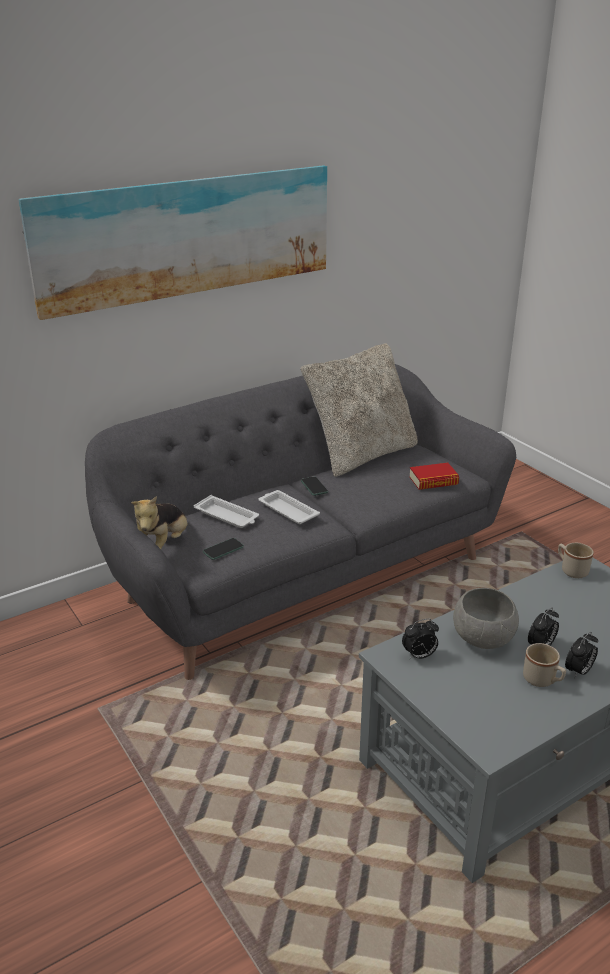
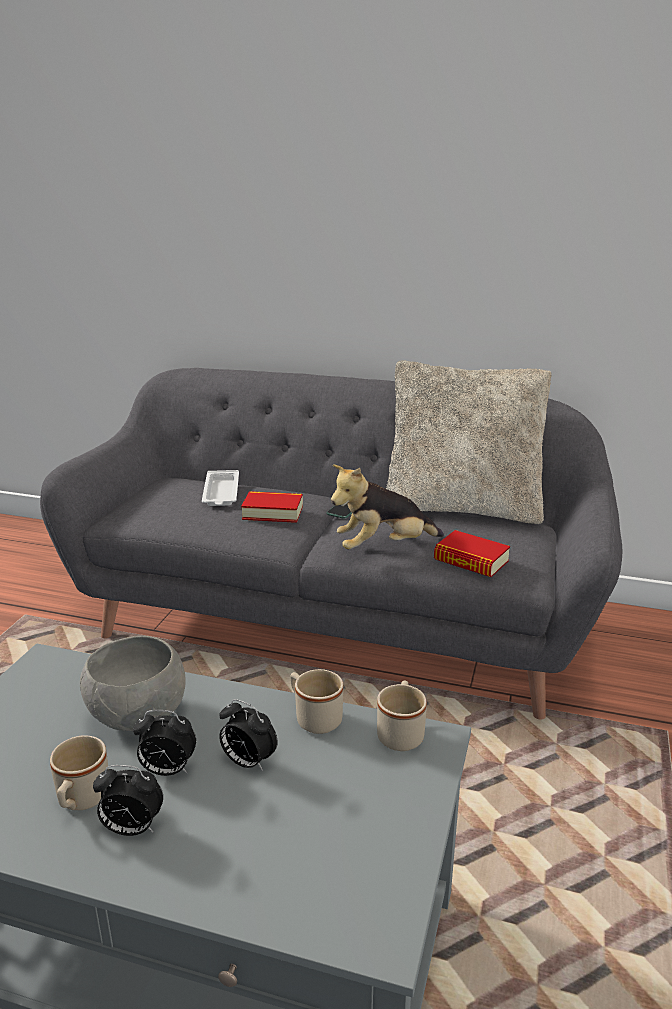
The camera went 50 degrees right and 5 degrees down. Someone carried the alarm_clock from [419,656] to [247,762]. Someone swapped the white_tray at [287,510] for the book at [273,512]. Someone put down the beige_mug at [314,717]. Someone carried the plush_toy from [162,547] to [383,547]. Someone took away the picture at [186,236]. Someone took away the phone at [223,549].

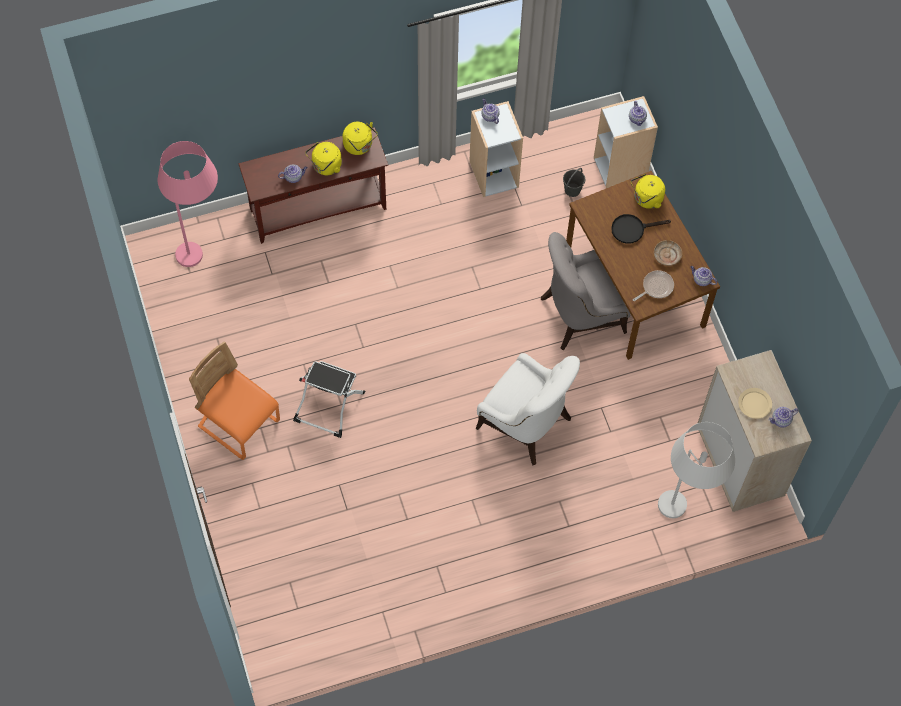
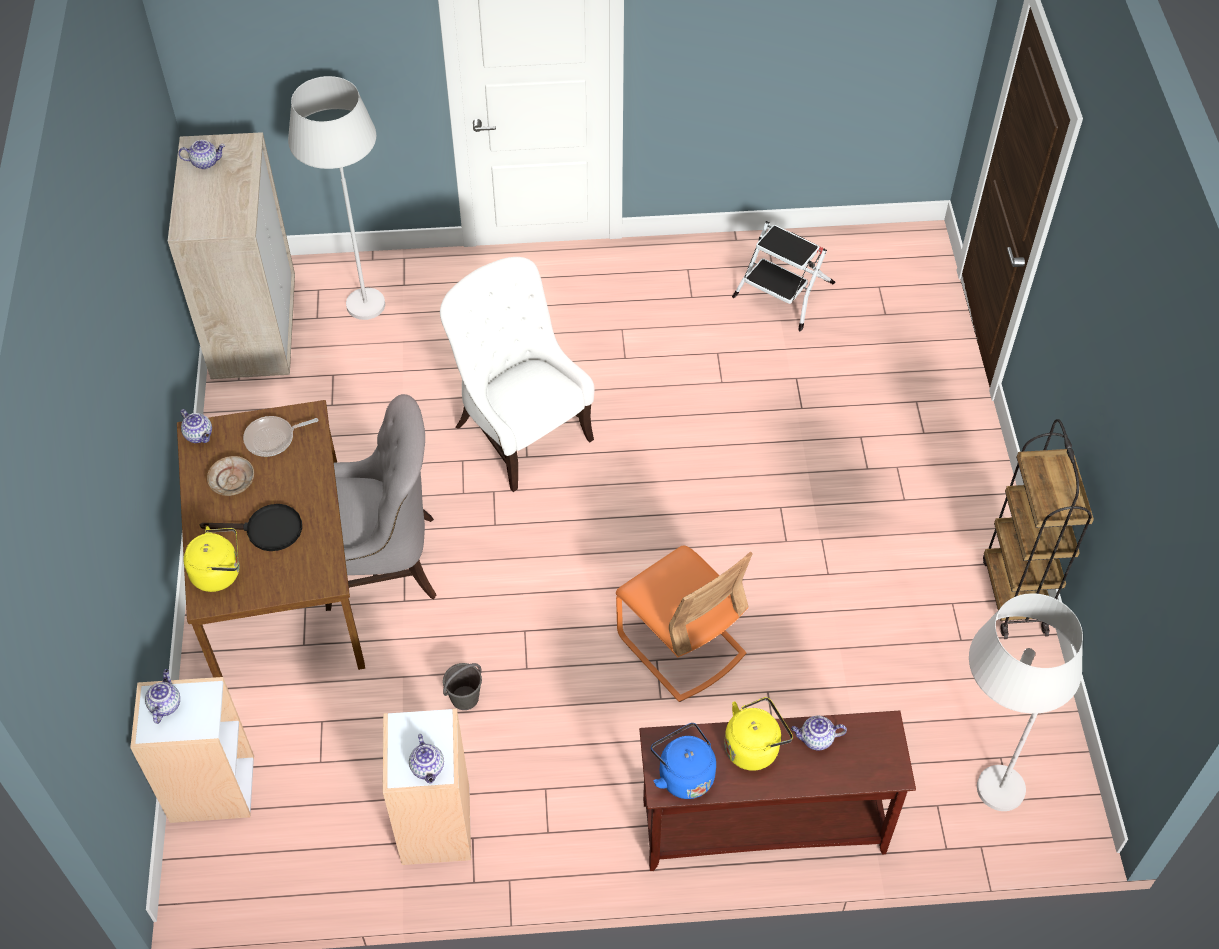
The camera went 165 degrees left and 10 degrees down. Someone carried the grey_bucket from [572,190] to [464,698]. Someone carried the orange_chair from [239,424] to [681,645]. Someone repainted the yellow_kettle at [359,146], which became the blue_kettle at [683,774]. Someone carried the step_ladder from [328,403] to [784,292]. Someone repainted the pink_floor_lamp at [204,253], which became the white_floor_lamp at [973,787]. Someone put down the brown_cart at [1014,595]. Someone took away the beige_plate at [754,403].

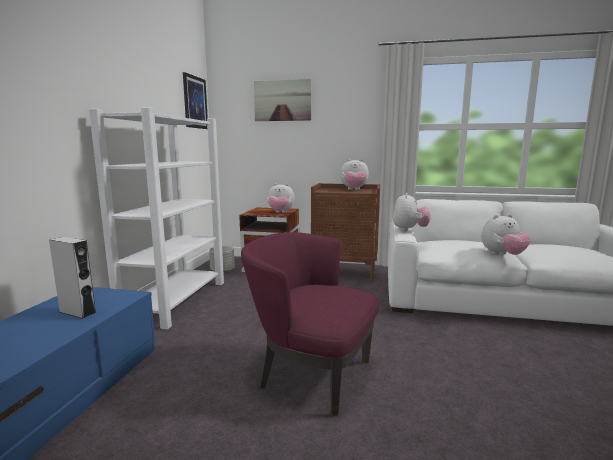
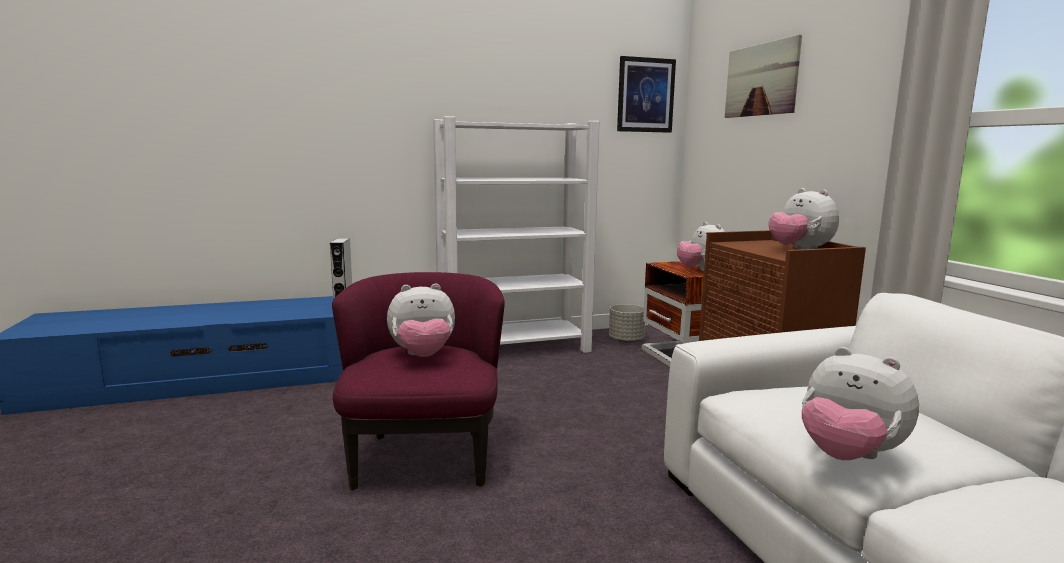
The camera went 60 degrees right and 0 degrees up. Someone carried the plush_toy from [409,230] to [423,356].

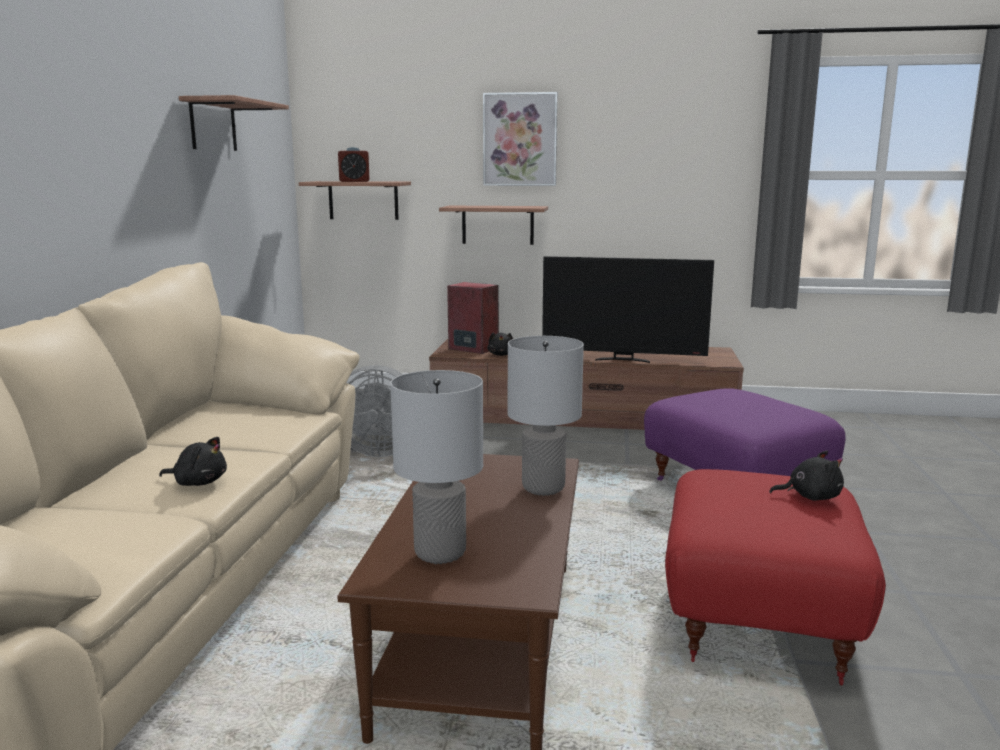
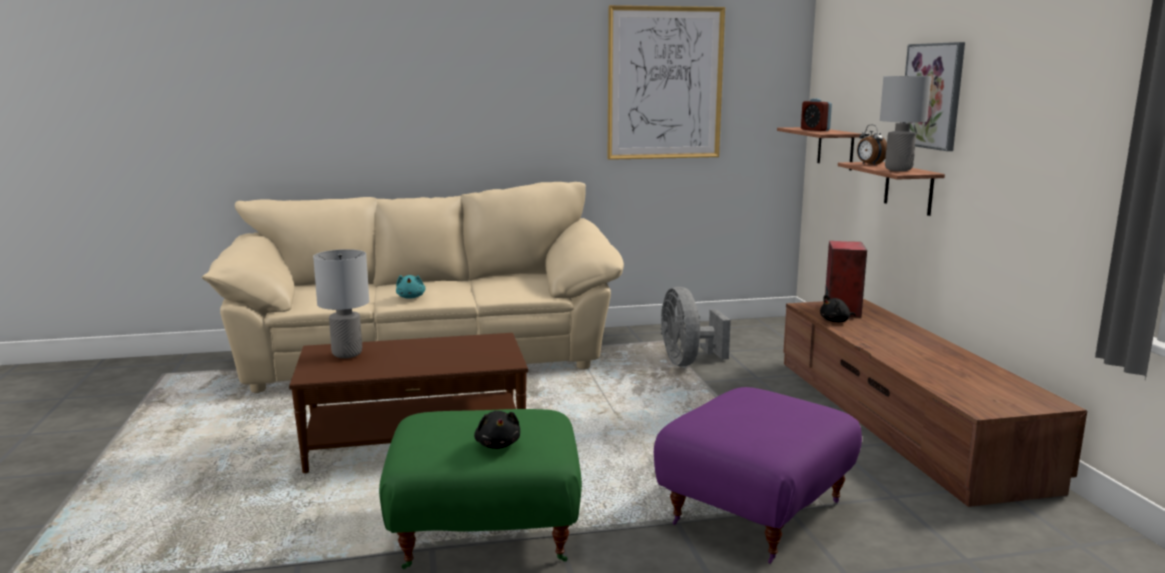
The camera went 70 degrees right and 0 degrees up. Someone repainted the red_ottoman at [756,620], which became the green_ottoman at [486,532]. Someone repainted the black_plush_toy at [198,482], which became the turquoise_plush_toy at [411,297]. Someone swapped the shelf at [213,125] for the picture at [665,83]. Someone put down the alarm_clock at [869,164]. Someone carried the grey_table_lamp from [543,490] to [898,170]. Someone took away the television at [623,360].

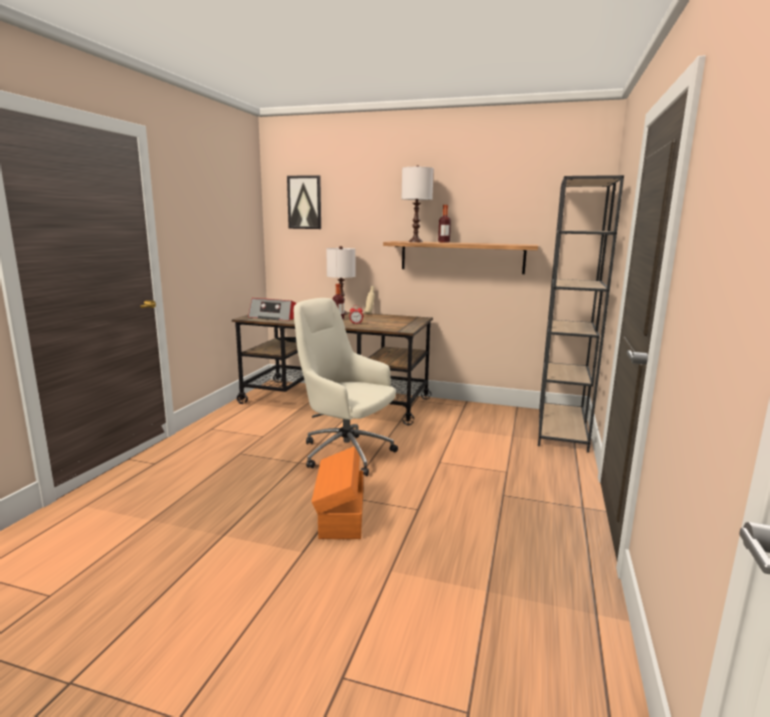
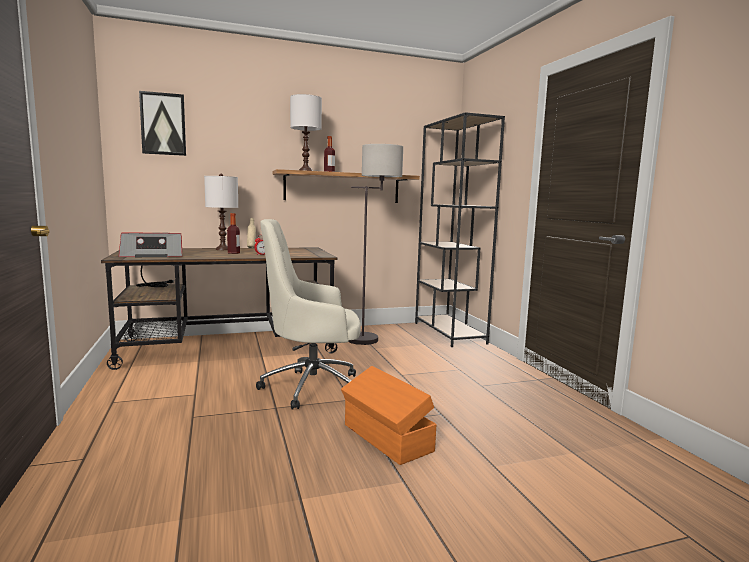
The camera went 35 degrees left and 5 degrees down. Someone put down the grey_floor_lamp at [372,340].

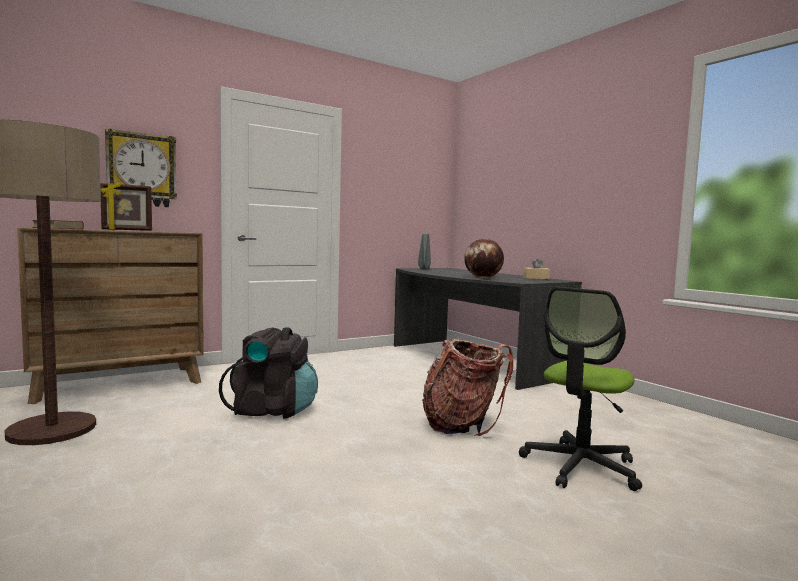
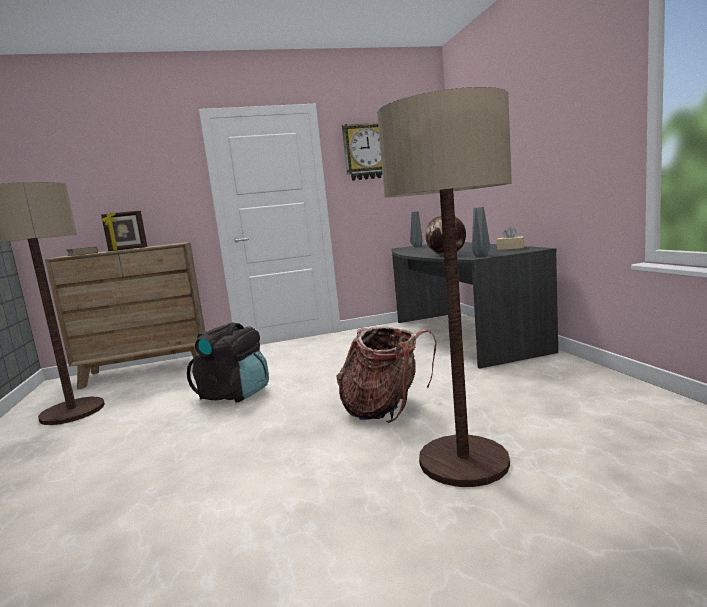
The camera went 20 degrees right and 5 degrees up. Someone carried the wall_clock from [141,170] to [366,152]. Someone swapped the office_chair at [580,467] for the floor_lamp at [463,461]. Someone put down the grey_vase at [480,256].

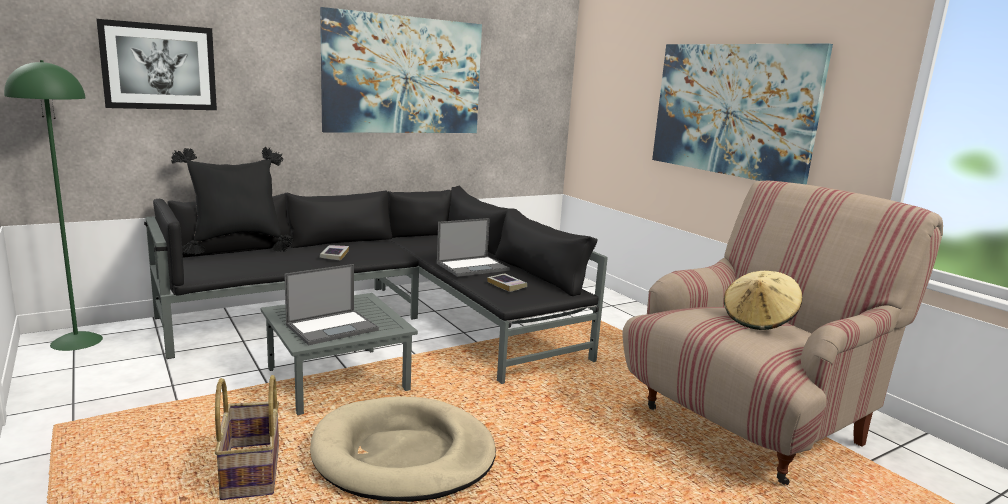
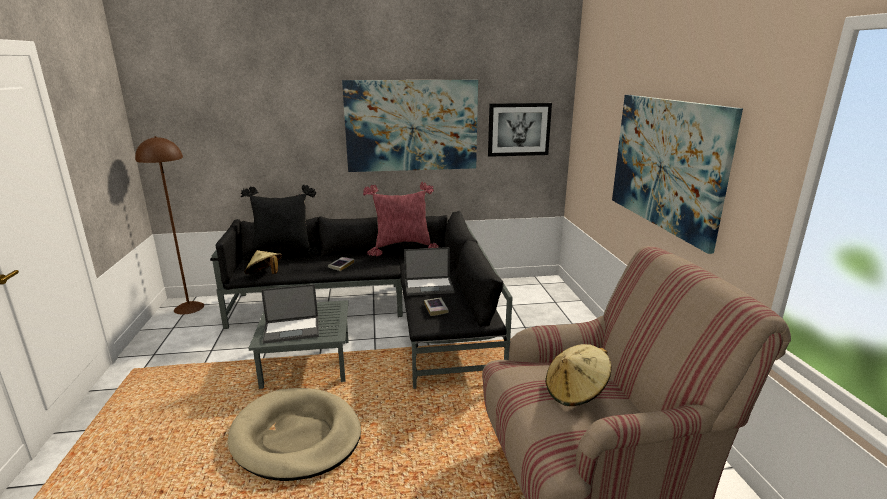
The camera went 25 degrees right and 5 degrees up. Someone repainted the green_floor_lamp at [76,341], which became the brown_floor_lamp at [188,308]. Someone put down the beige_hat at [265,275]. Someone put down the red_pillow at [402,252]. Someone carried the picture from [159,67] to [519,129]. Someone took away the basket at [249,471].

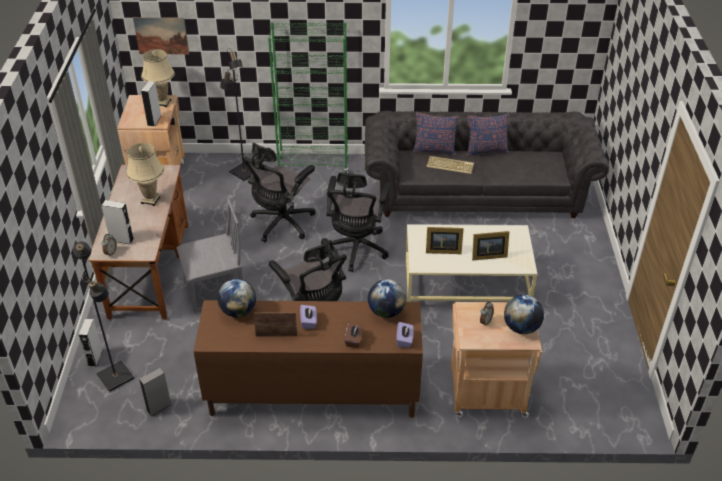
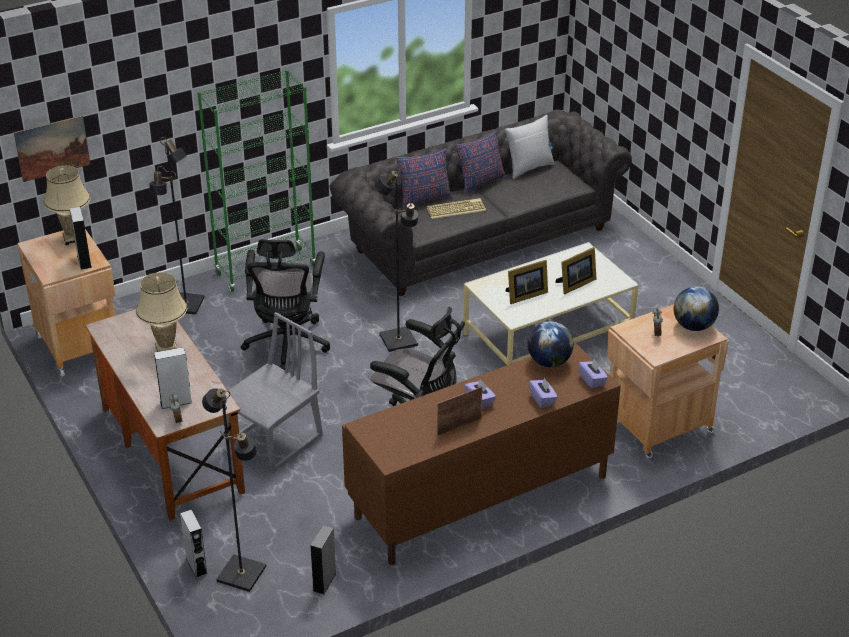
The camera went 30 degrees left and 5 degrees down. Someone swapped the office_chair at [356,249] for the black_floor_lamp at [398,340]. Someone put down the grey_pillow at [529,168]. Someone repainted the brown_tissue_box at [354,340], which became the purple_tissue_box at [542,399]. Someone took away the globe at [238,311].

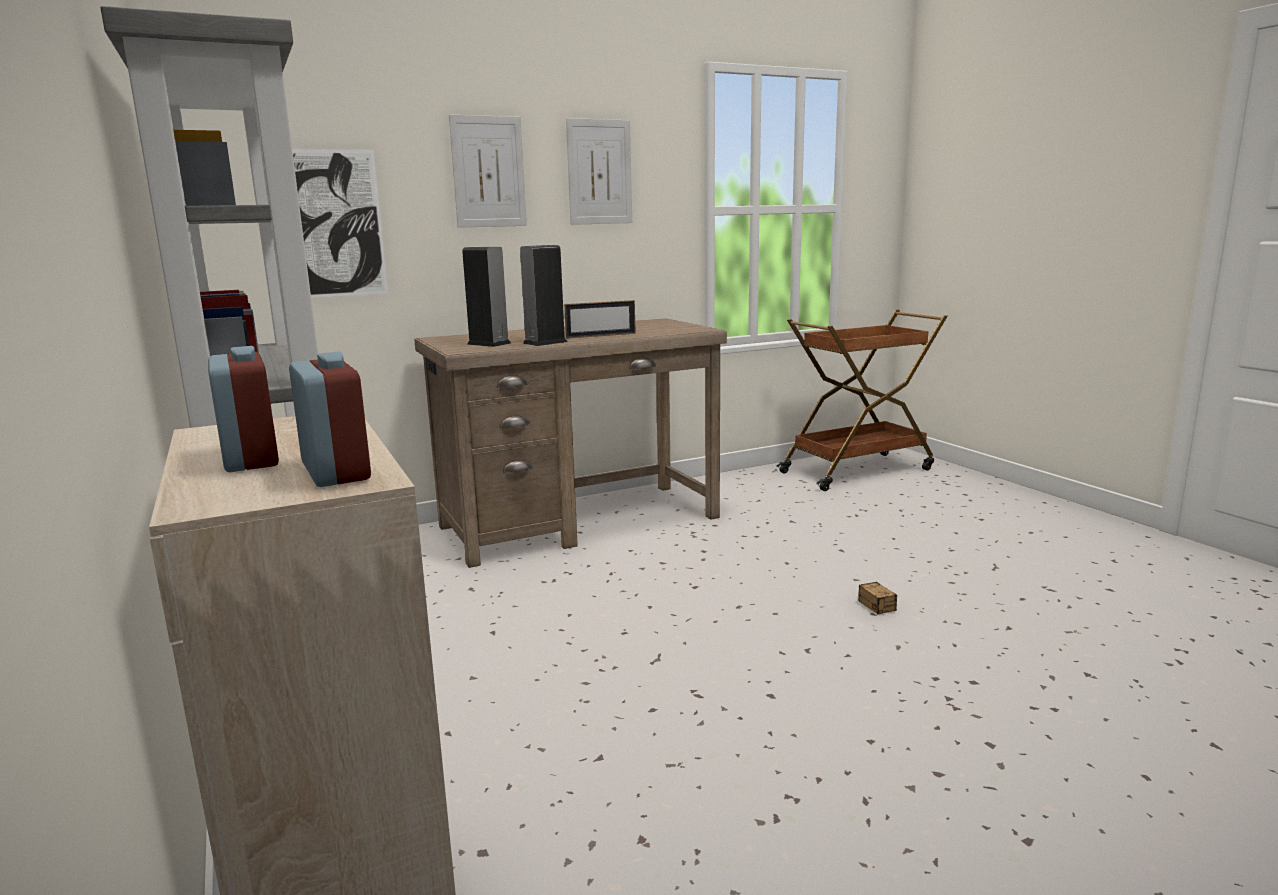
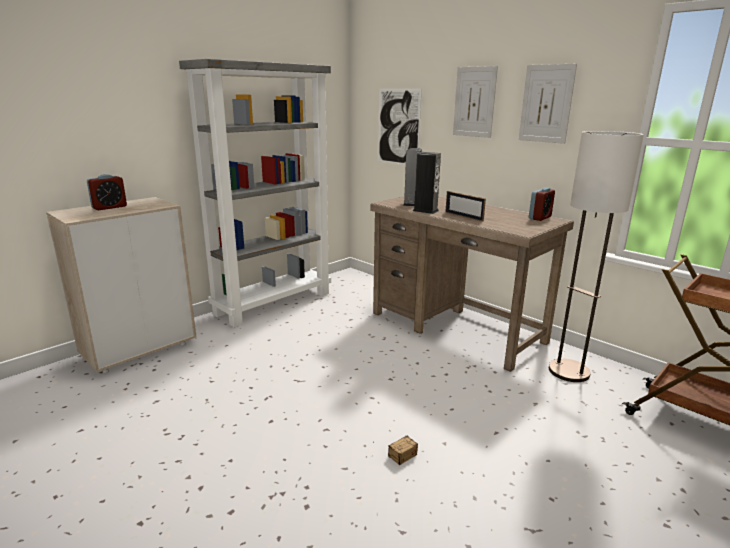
The camera went 70 degrees right and 5 degrees up. Someone carried the alarm_clock from [335,471] to [539,217]. Someone put down the floor_lamp at [569,371].

